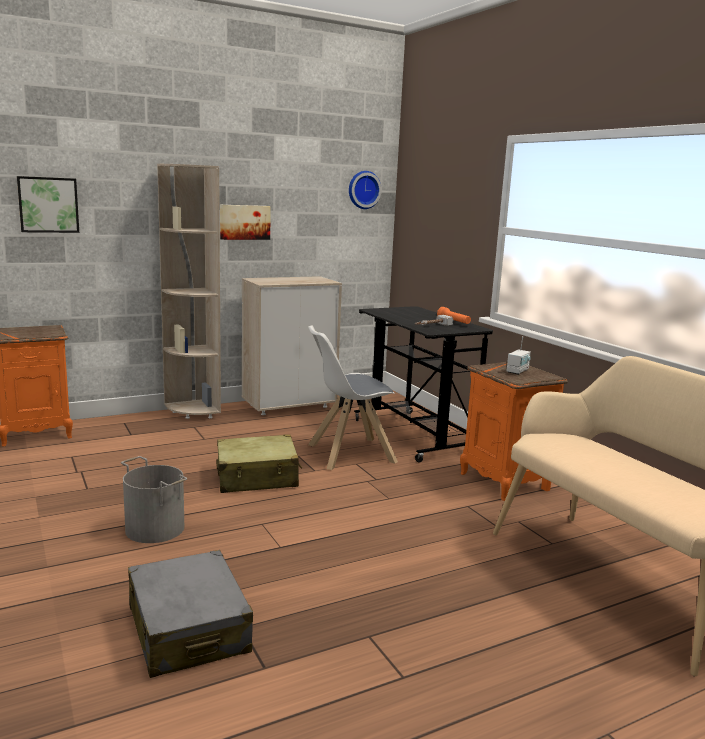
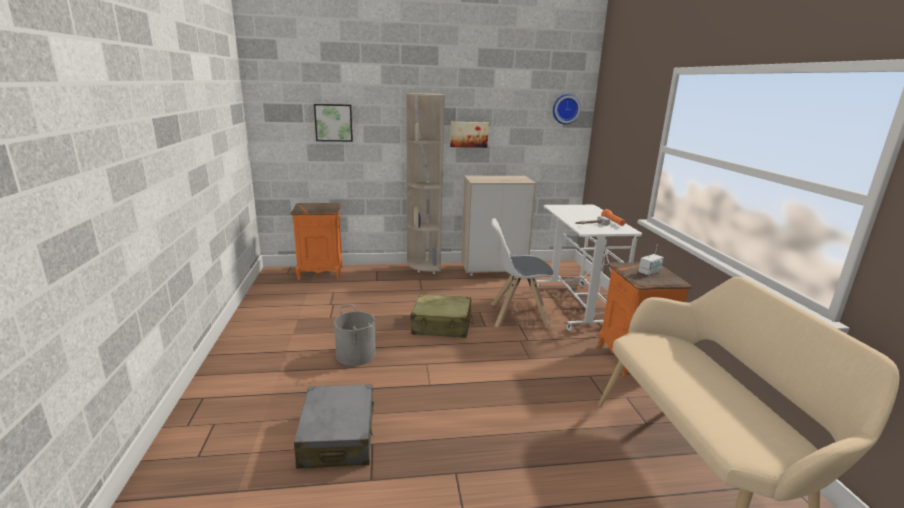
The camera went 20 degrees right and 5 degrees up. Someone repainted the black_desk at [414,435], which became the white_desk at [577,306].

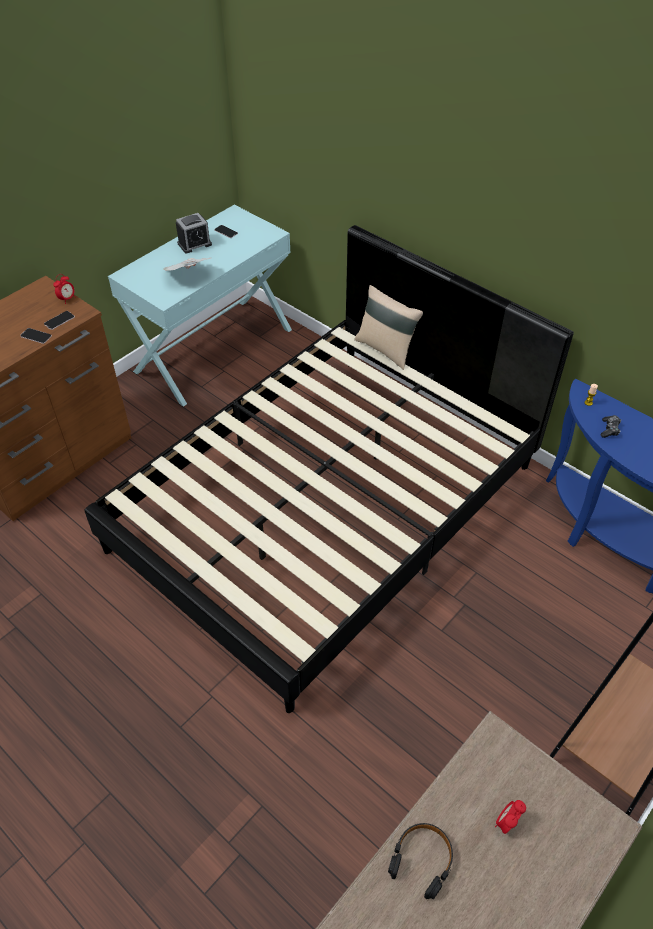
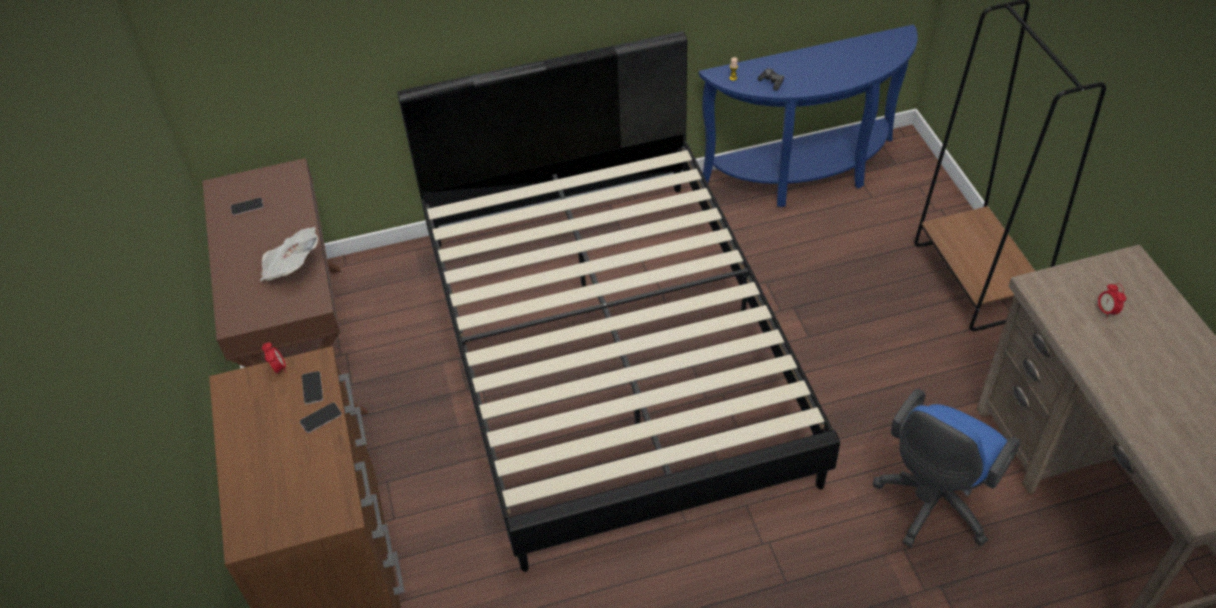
The camera went 55 degrees left and 0 degrees up. Someone repainted the turquoise_desk at [213,349], which became the brown_desk at [303,348]. Someone put down the blue_office_chair at [932,505]. Someone took away the alarm_clock at [194,244]. Someone took away the beige_pillow at [386,349]. Someone took away the black_headphones at [422,860].

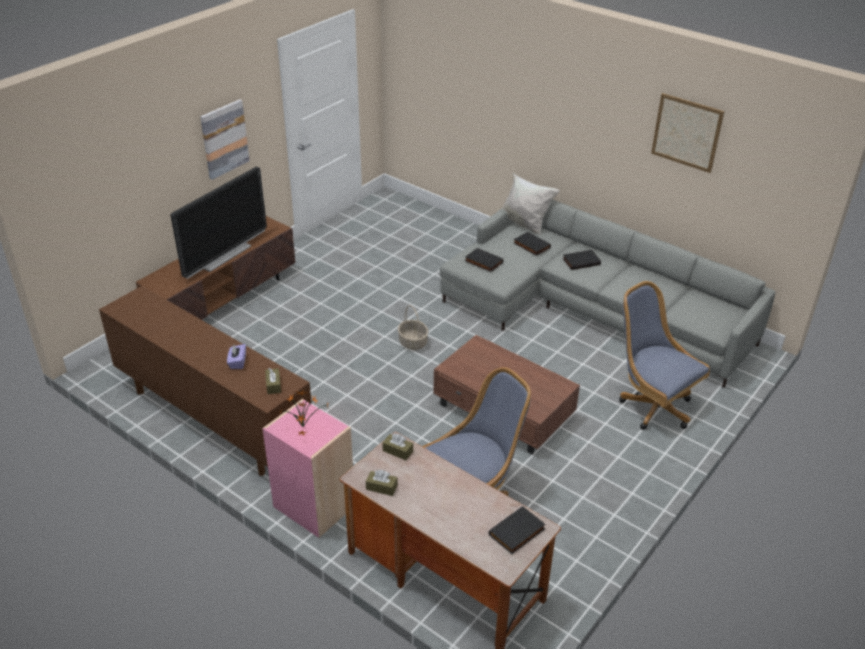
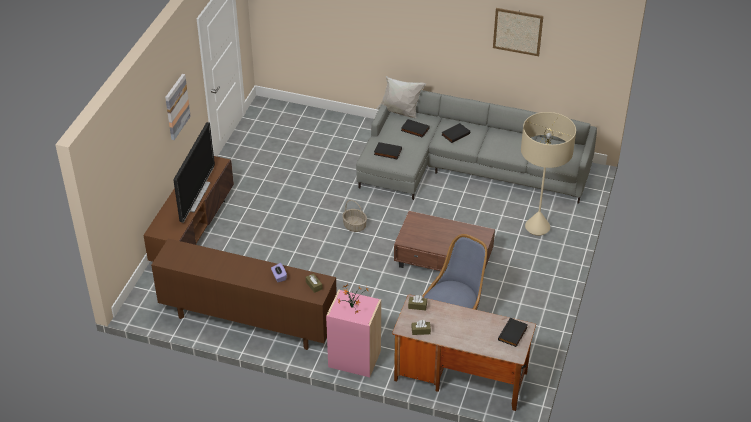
The camera went 20 degrees left and 5 degrees up. Someone swapped the blue_office_chair at [651,405] for the beige_floor_lamp at [537,229].

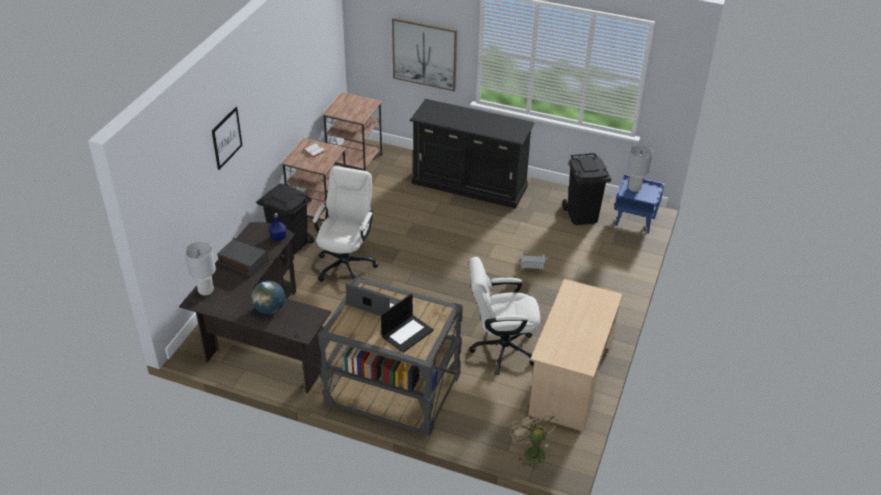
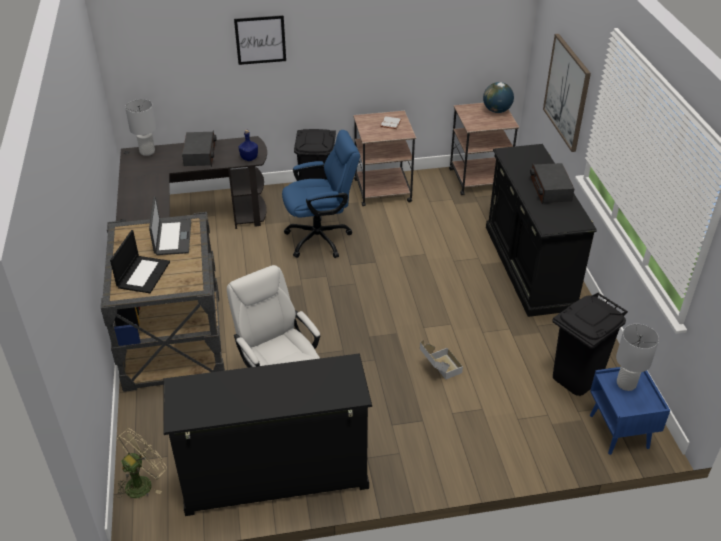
The camera went 60 degrees right and 0 degrees up. Someone rotated the laptop at [407,333] by 90 degrees counterclockwise. Someone swapped the beige_desk at [570,381] for the black_cabinet at [274,475]. Someone repainted the white_office_chair at [346,265], which became the blue_office_chair at [321,239]. Someone carried the globe from [270,309] to [497,111]. Someone put down the radio at [550,189].

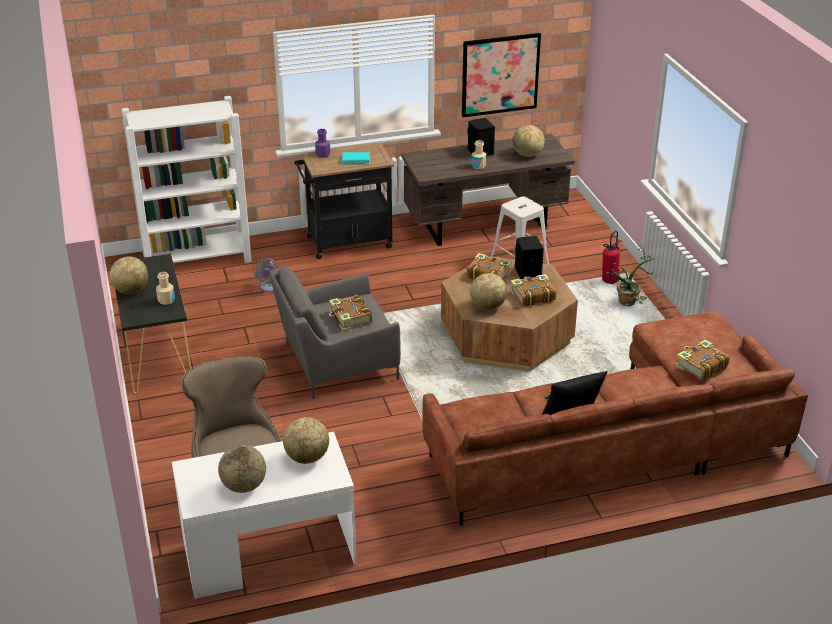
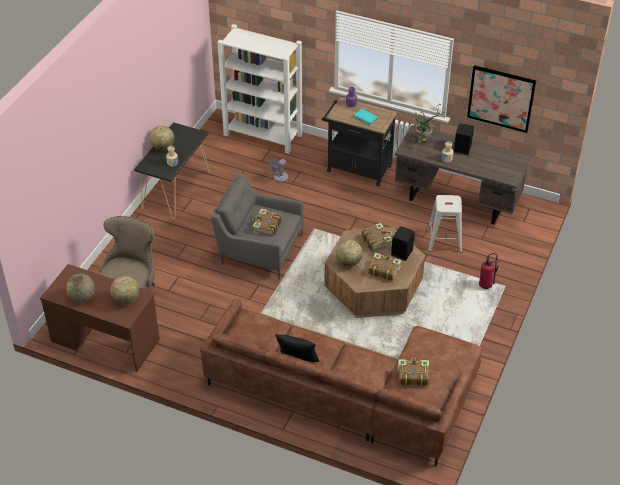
The camera went 40 degrees right and 10 degrees up. Someone repainted the white_desk at [269,554], which became the brown_desk at [105,340]. Someone carried the potted_plant from [631,303] to [425,141]. Someone took away the globe at [527,155].

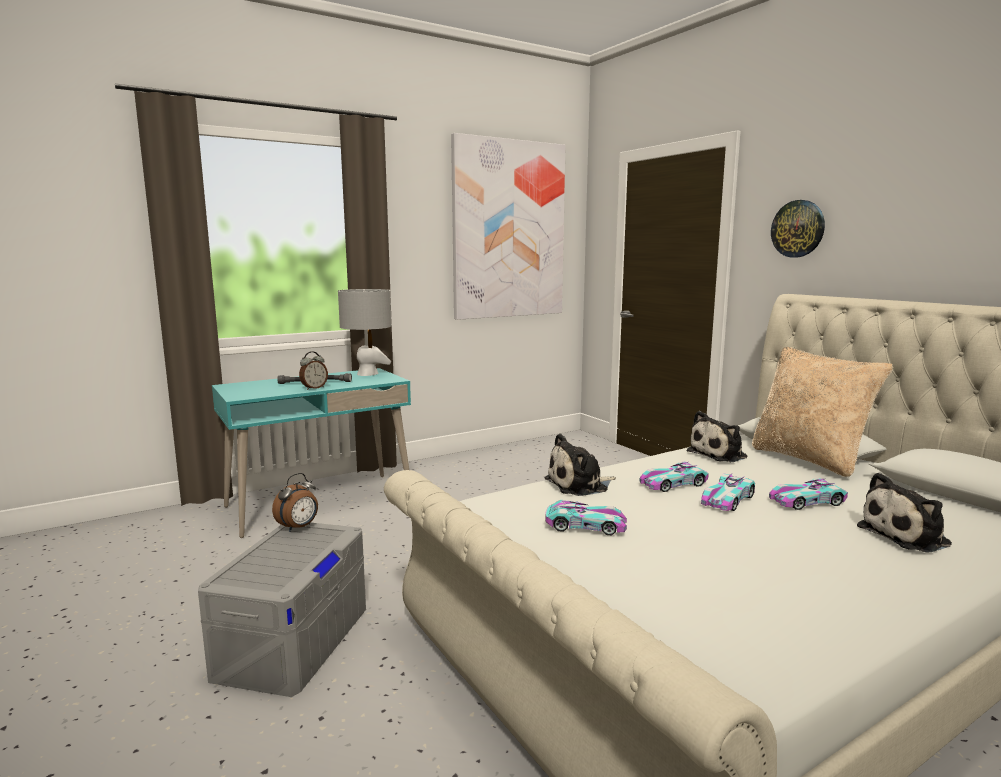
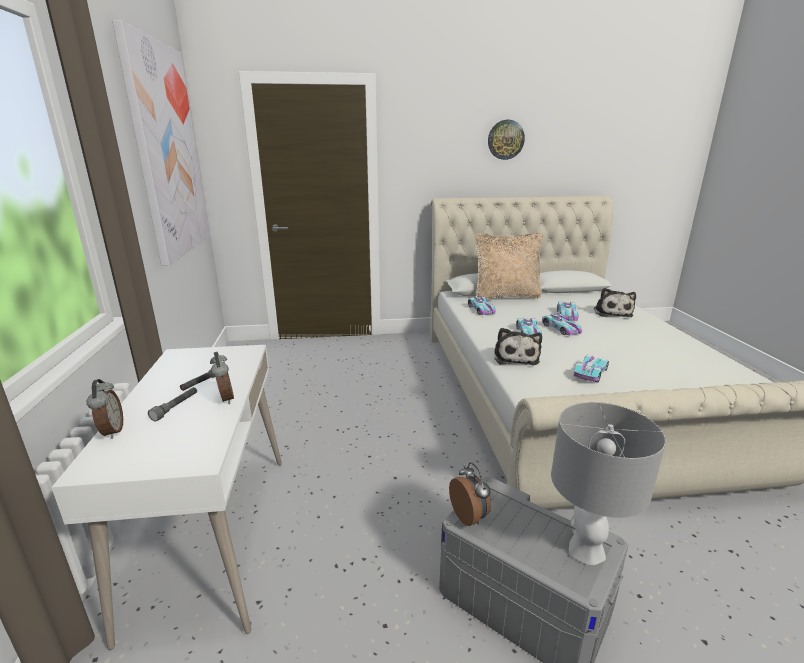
The camera went 65 degrees left and 10 degrees up. Someone repainted the turquoise_desk at [320,503], which became the white_desk at [213,536]. Someone put down the alarm_clock at [111,431]. Someone swapped the plush_toy at [720,454] for the toy_car at [481,309]. Someone carried the wall_clock from [798,229] to [505,139]. Someone carried the grey_table_lamp from [368,374] to [586,549].

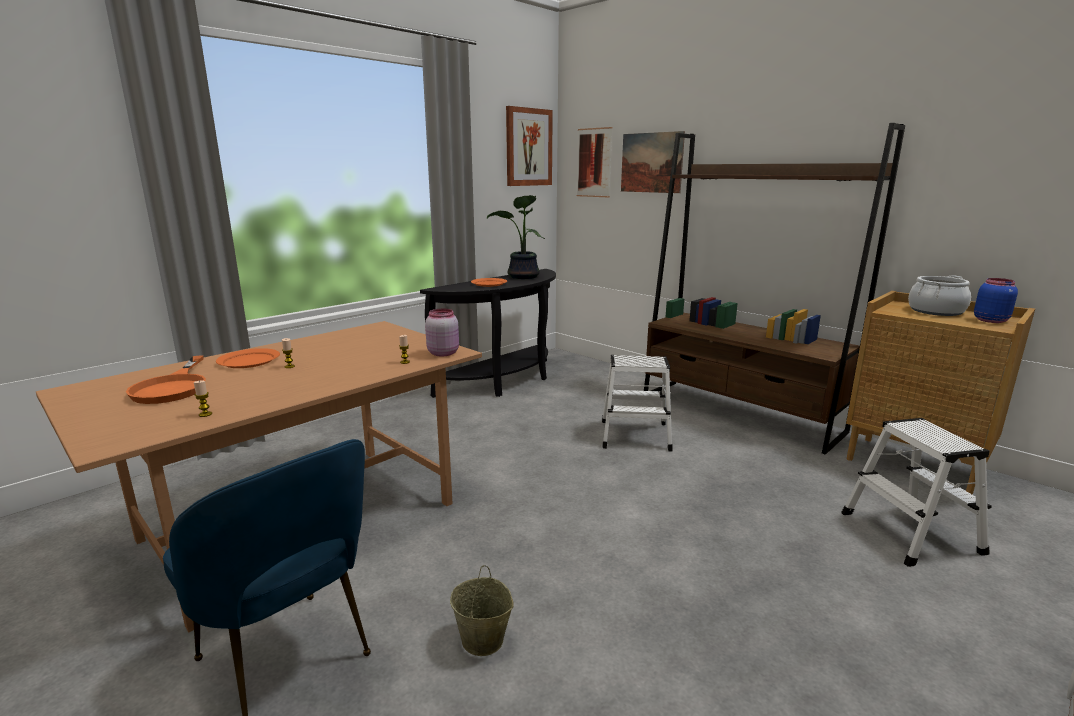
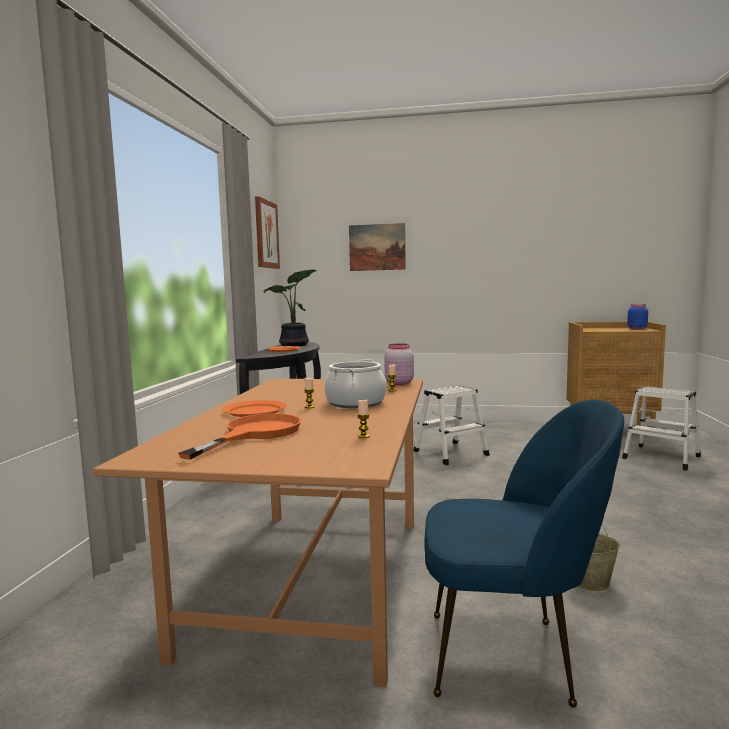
The camera went 35 degrees left and 10 degrees down. Someone rotated the orange_frying_pan at [173,387] by 105 degrees counterclockwise. Someone carried the cooking_pot from [935,311] to [355,403]. Someone took away the picture at [594,163]. Someone took away the brown_bookcase at [739,414].

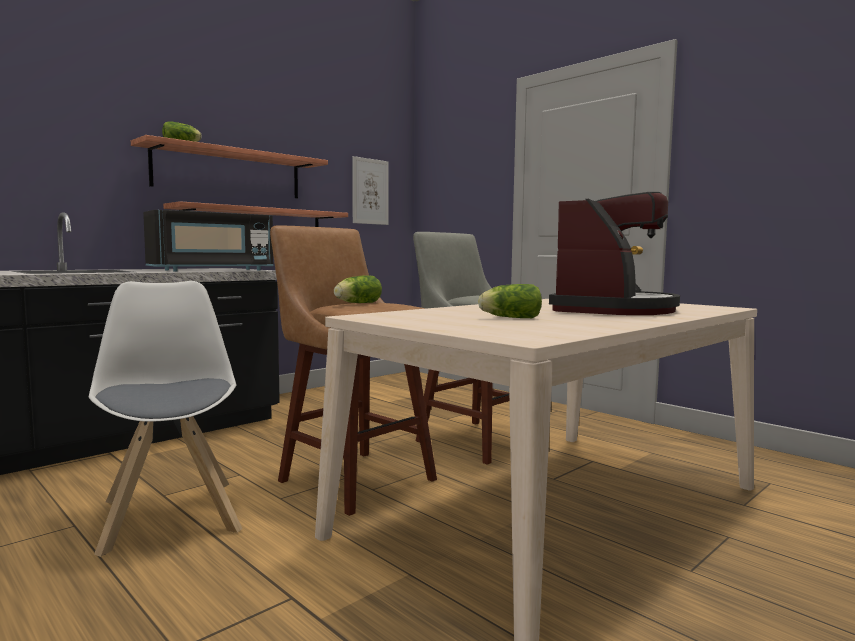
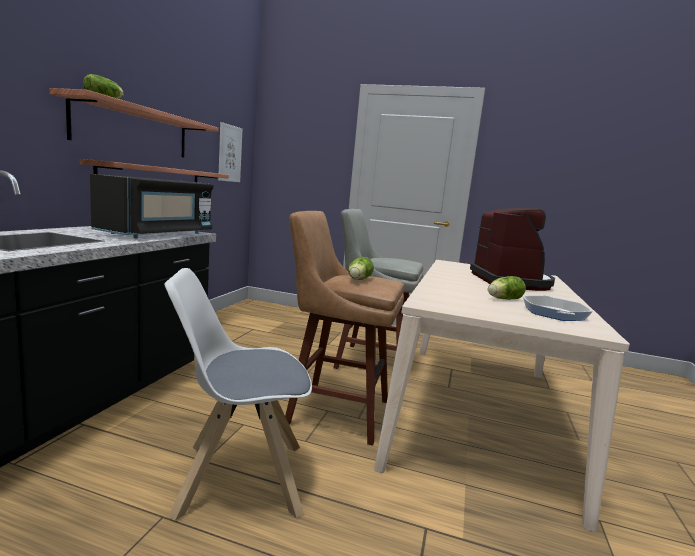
The camera went 30 degrees left and 5 degrees up. Someone rotated the chair at [171,513] by 45 degrees counterclockwise. Someone put down the frying_pan at [554,313].

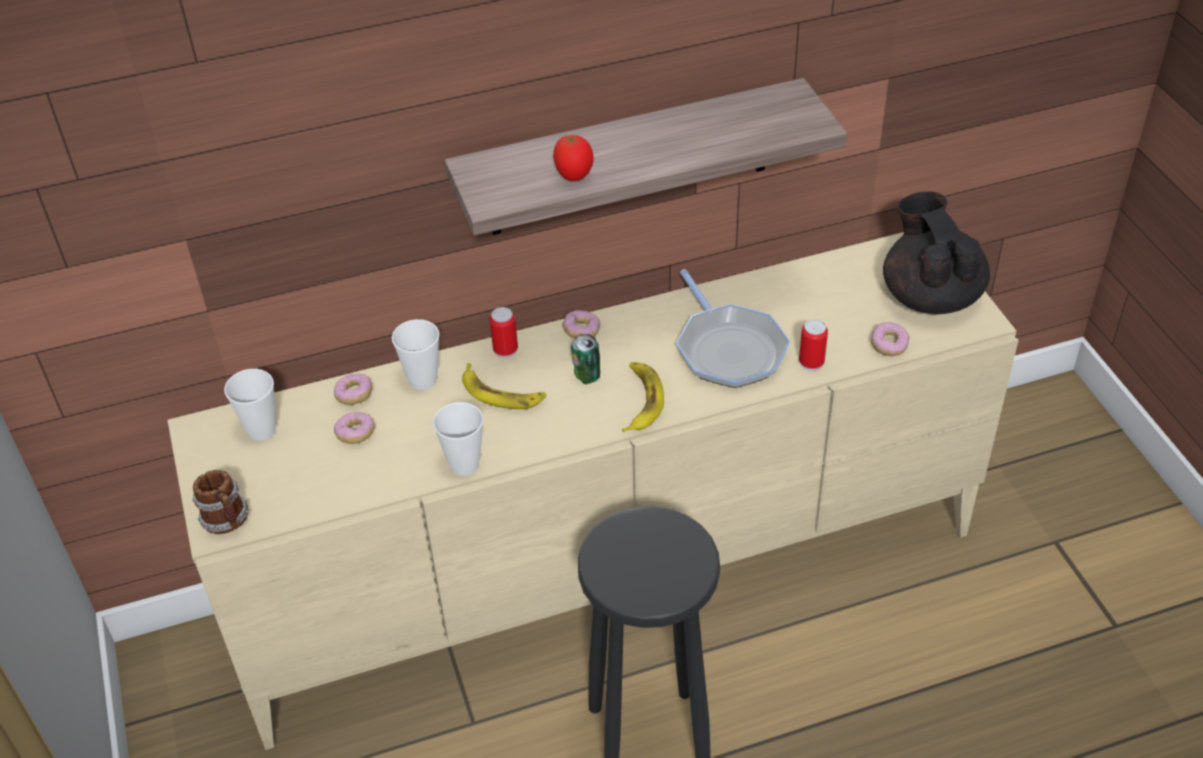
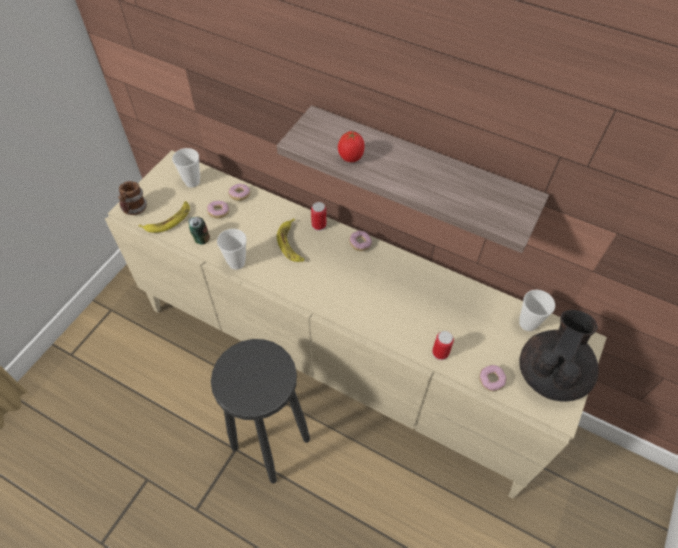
The camera went 45 degrees right and 10 degrees up. Someone carried the banana from [640,400] to [168,220]. Someone carried the can from [586,376] to [201,239]. Someone carried the cup from [423,380] to [527,323]. Someone took away the frying_pan at [728,349].

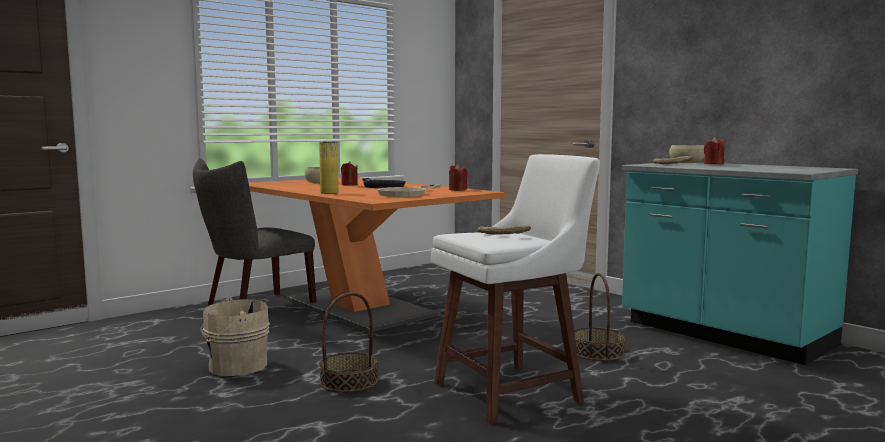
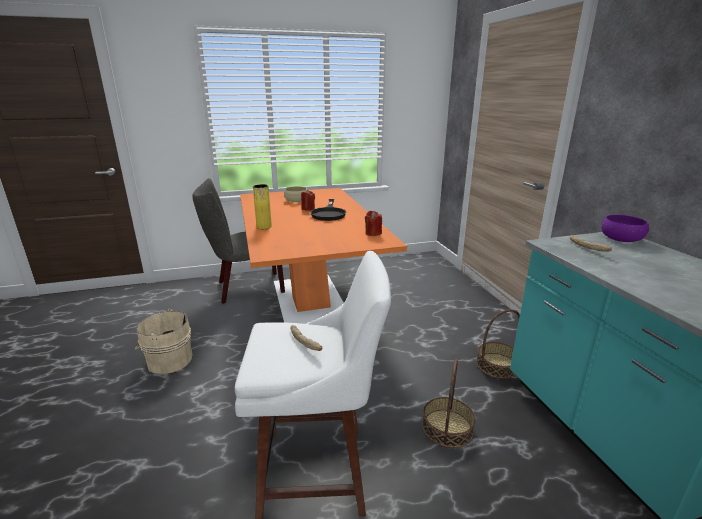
The camera went 25 degrees right and 15 degrees up. Someone carried the basket from [349,381] to [497,365]. Someone repainted the beige_bowl at [686,162], which became the purple_bowl at [621,238]. Someone took away the beige_frying_pan at [407,193]. Someone took away the red_candle at [713,164].

